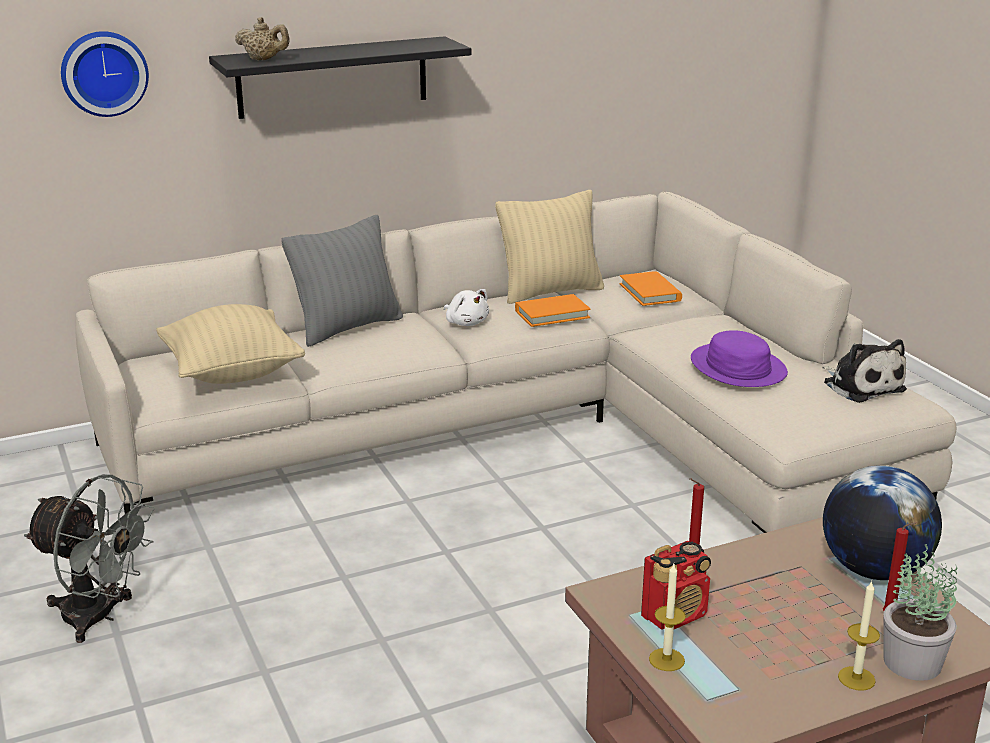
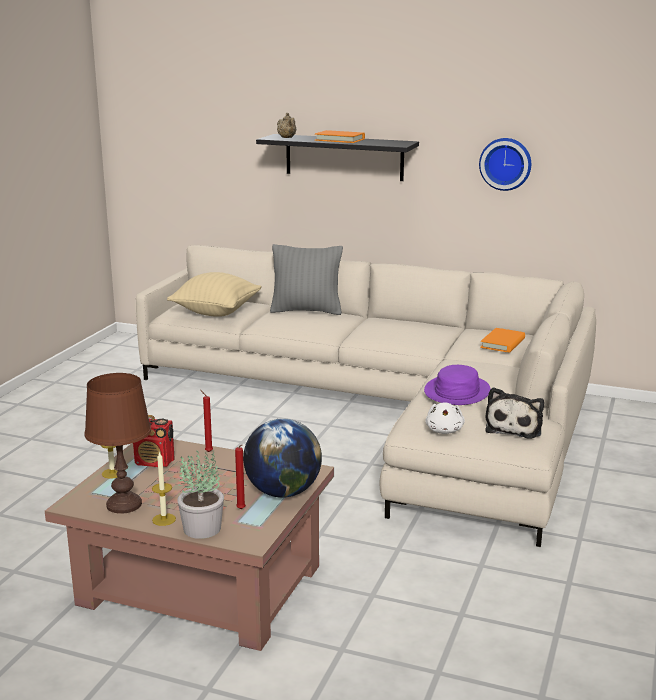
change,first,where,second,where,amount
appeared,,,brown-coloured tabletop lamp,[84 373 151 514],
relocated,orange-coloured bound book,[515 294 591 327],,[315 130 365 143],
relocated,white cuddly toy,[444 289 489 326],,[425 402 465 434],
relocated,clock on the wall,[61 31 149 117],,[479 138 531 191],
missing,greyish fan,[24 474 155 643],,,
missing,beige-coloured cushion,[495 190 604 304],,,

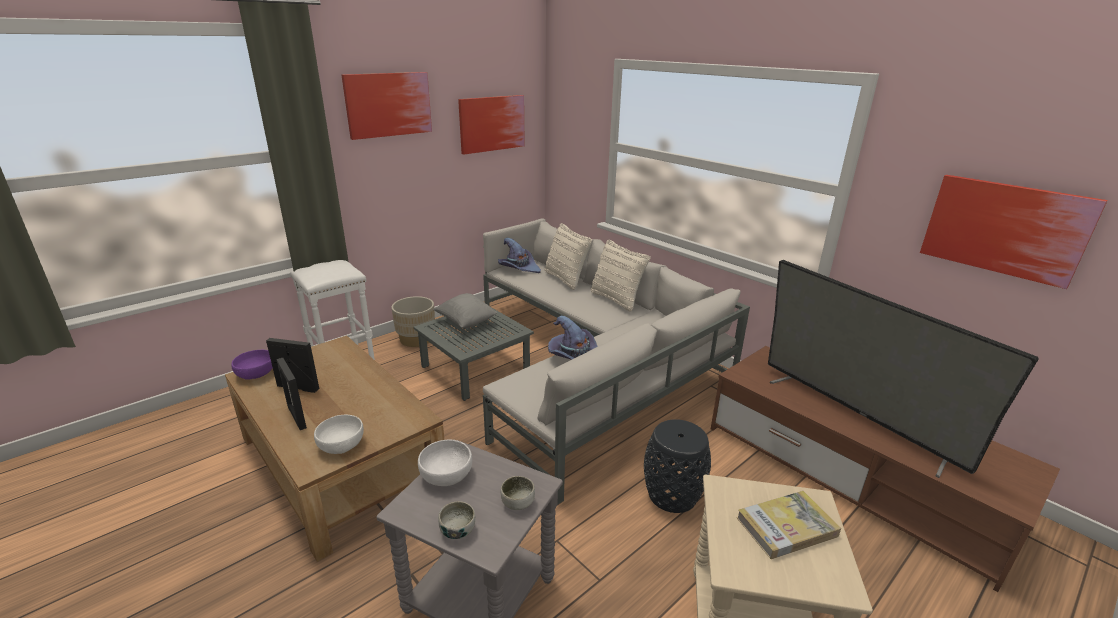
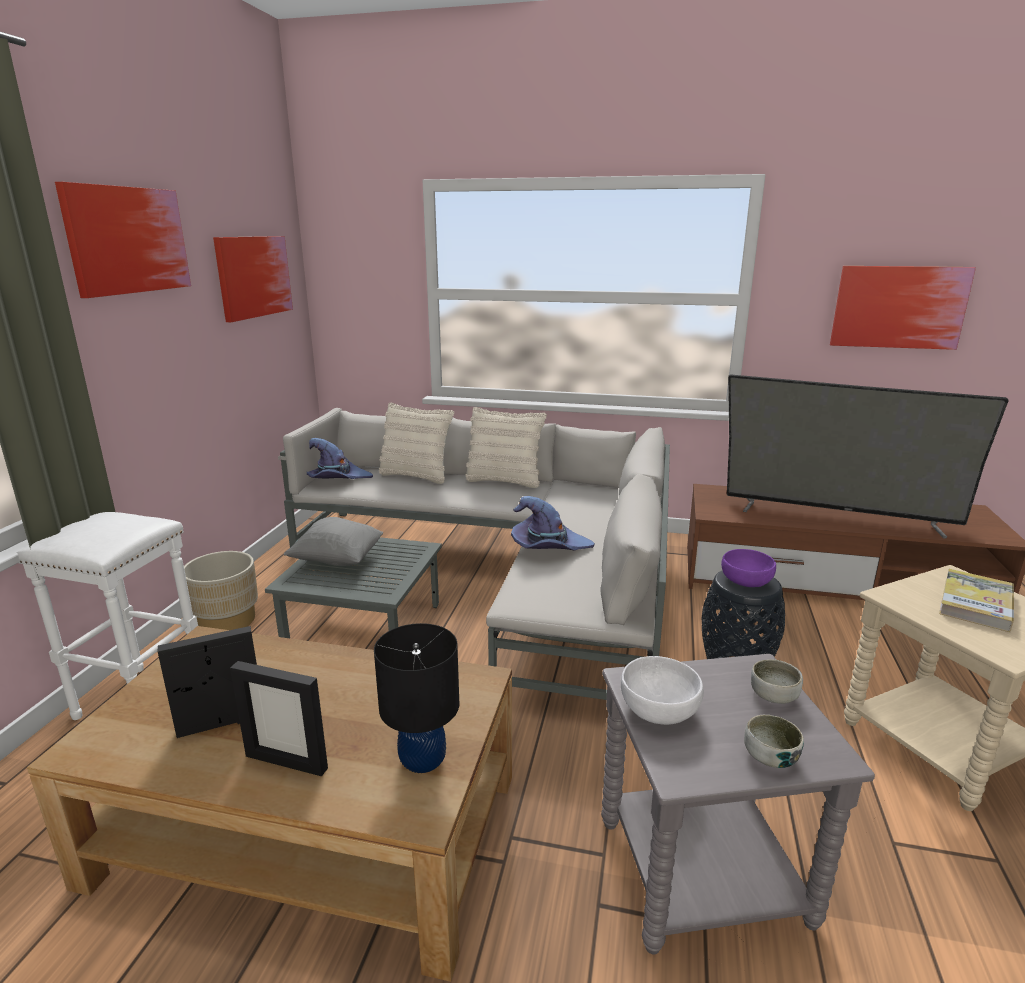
change,first,where,second,where,amount
exchanged,white deep dish,[314 415 364 454],black-coloured tabletop lamp,[374 623 459 773],
relocated,purple-coloured deep dish,[231 350 273 380],,[721 549 776 587],

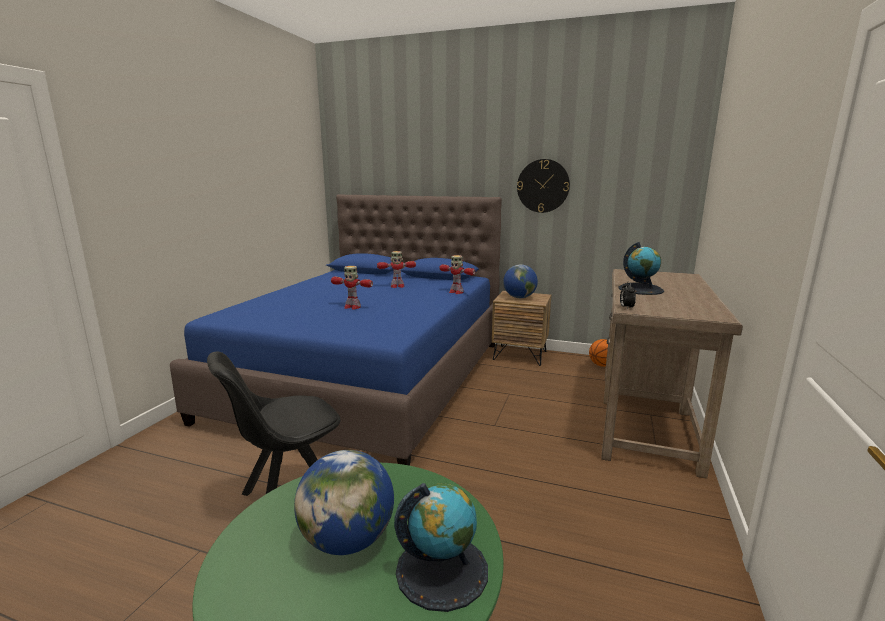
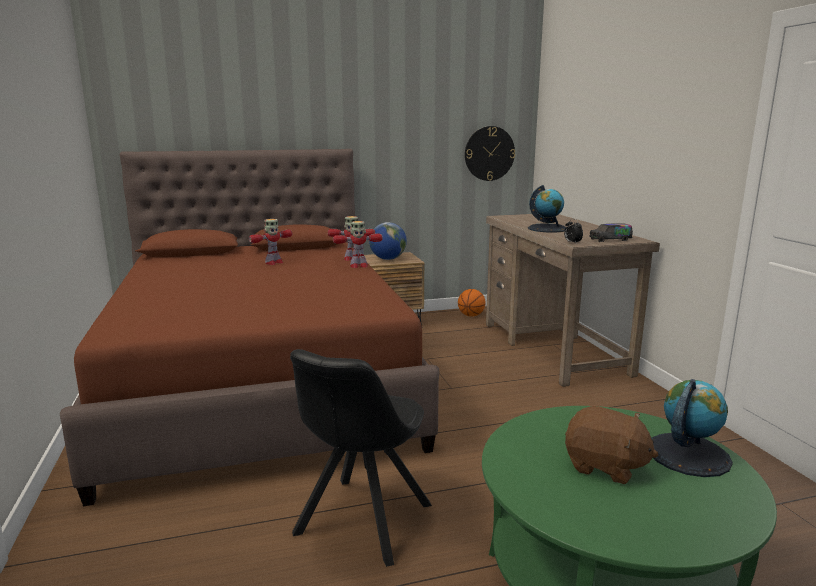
change,first,where,second,where,amount
colour,bluish bedroom bed,[170 194 502 466],brown-coloured bedroom bed,[60 149 439 506],
relocated,model robot,[331 266 373 310],,[333 221 382 268],
relocated,clock on the wall,[517 159 570 213],,[465 126 515 181],
exchanged,desk globe,[294 450 394 555],brown-coloured cuddly toy,[565 406 658 484],
appeared,,,toy lorry,[589 223 633 242],

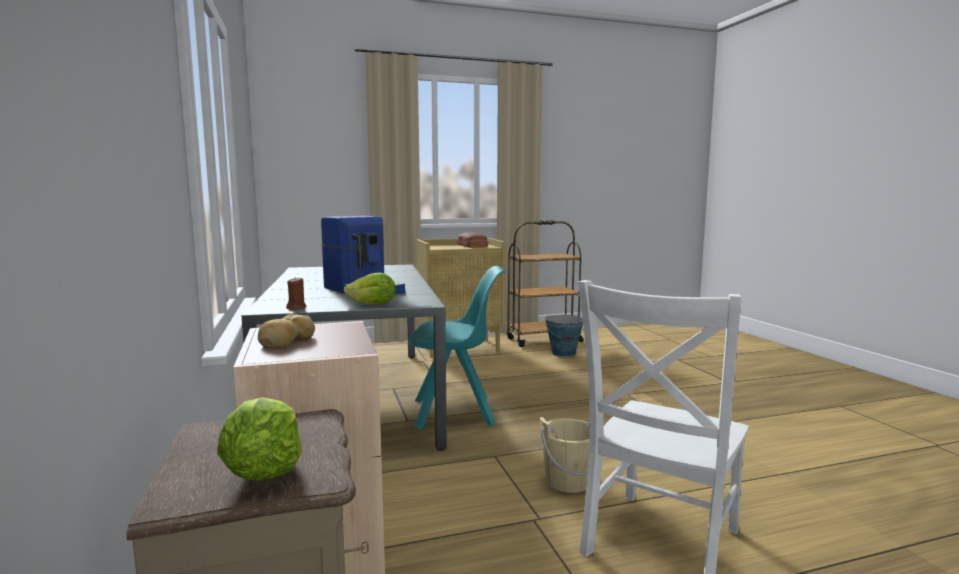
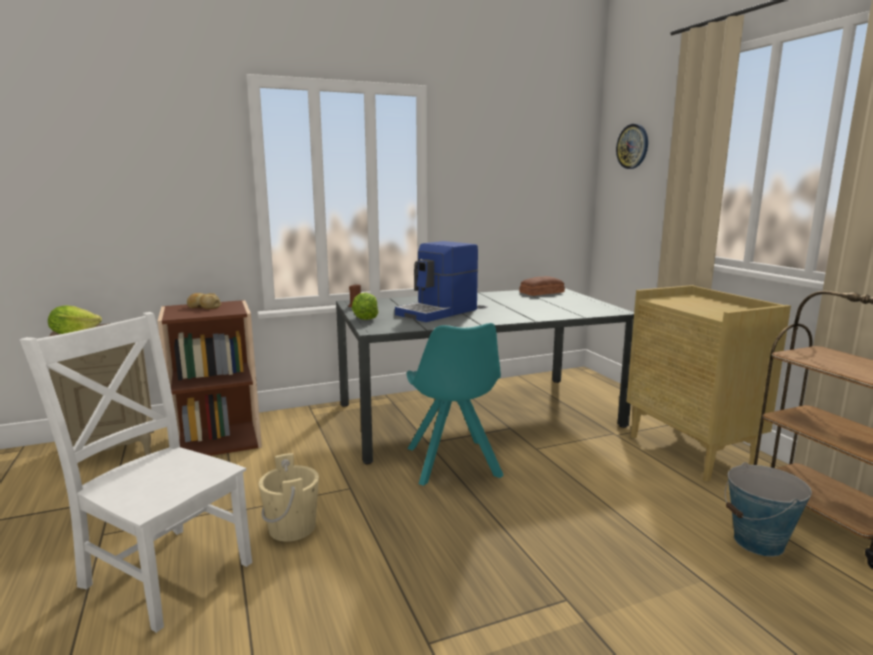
change,first,where,second,where,amount
relocated,bread,[457 232 488 248],,[519 276 565 296],
appeared,,,clock on the wall,[616 124 648 169],

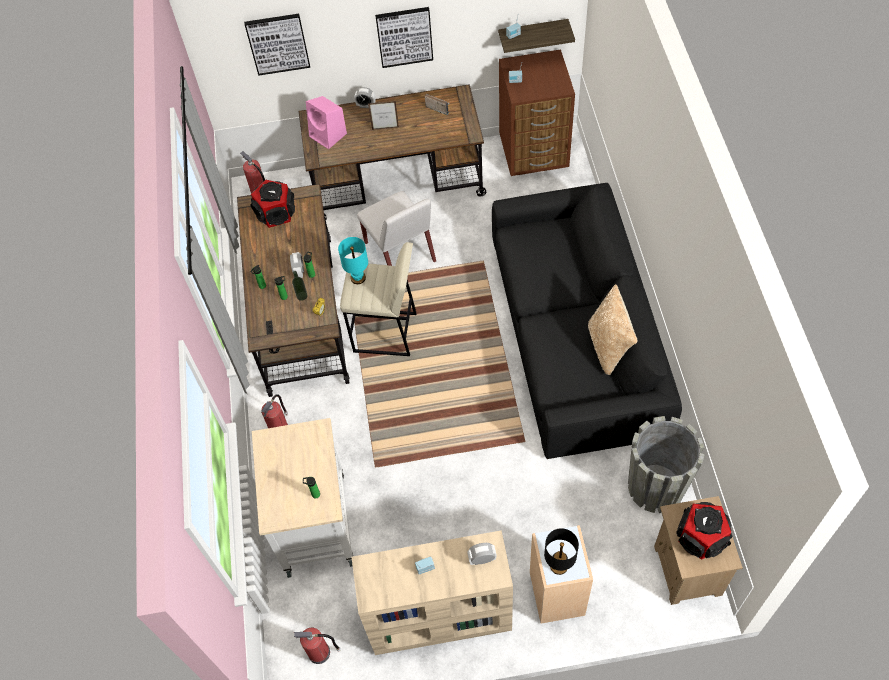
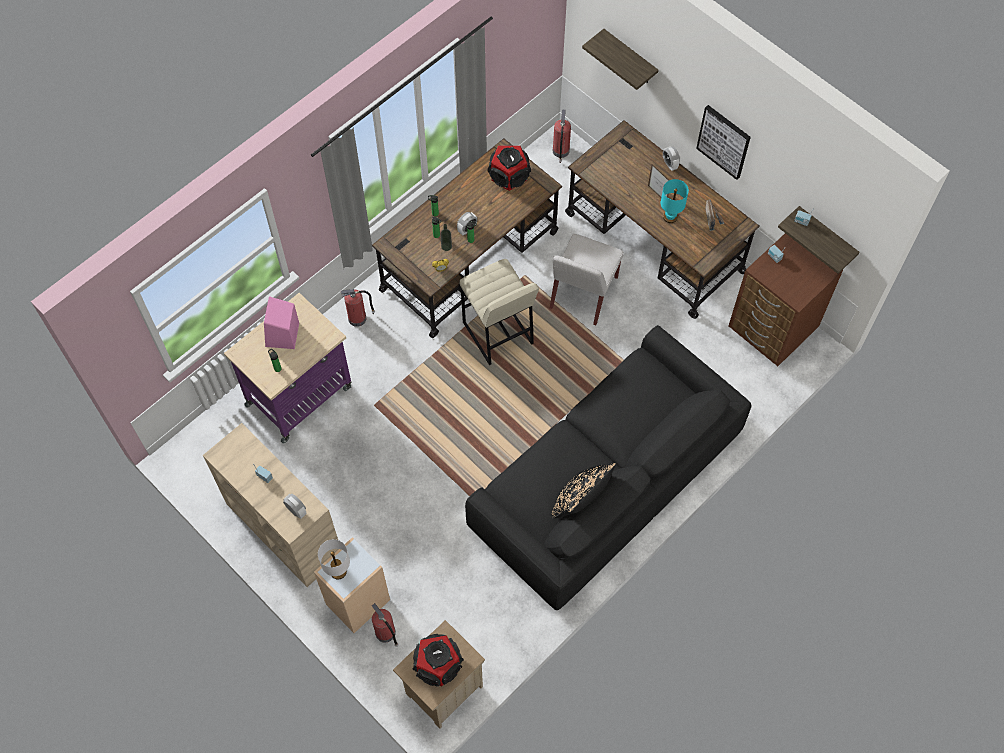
change,first,where,second,where,amount
colour,white cart,[252 418 353 578],purple-coloured cart,[224 293 352 444],
relocated,pink speaker,[306 96 347 149],,[264 296 299 349],
colour,black-coloured tabletop lamp,[544 528 579 575],white tabletop lamp,[318 539 350 580],
relocated,extinguisher,[294 628 341 664],,[371 603 399 647],
colour,beige-coloured cushion,[588 284 638 375],black-coloured cushion,[552 463 616 519],
exchanged,wall art,[244 14 310 76],wall shelf,[582 29 659 90],
relocated,blue-green tabletop lamp,[338 237 368 284],,[661 179 689 223],
missing,greyish plant pot,[628 416 705 513],,,

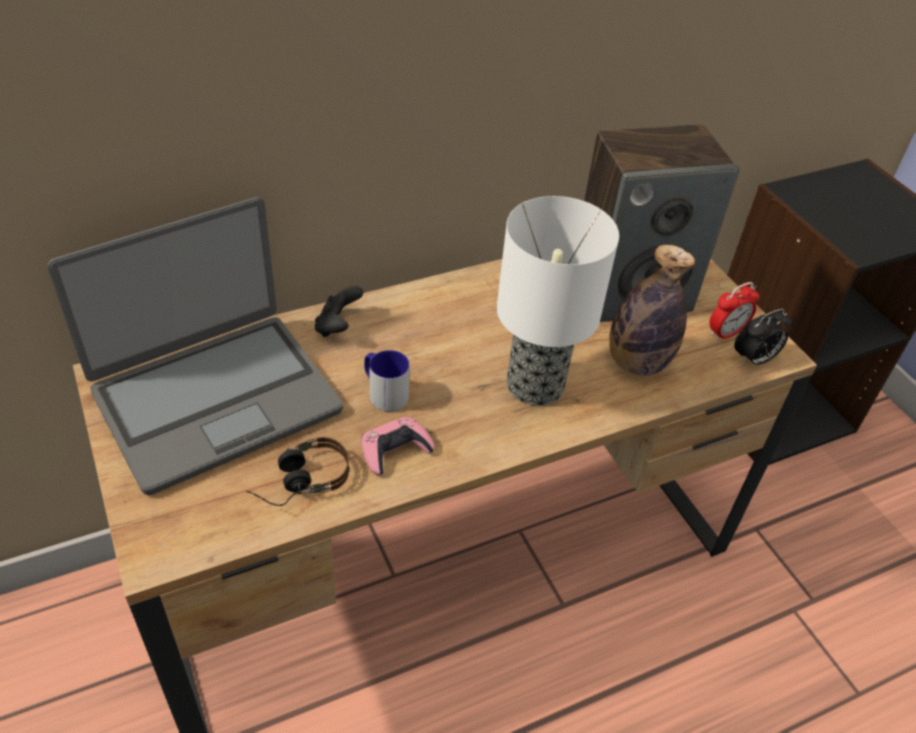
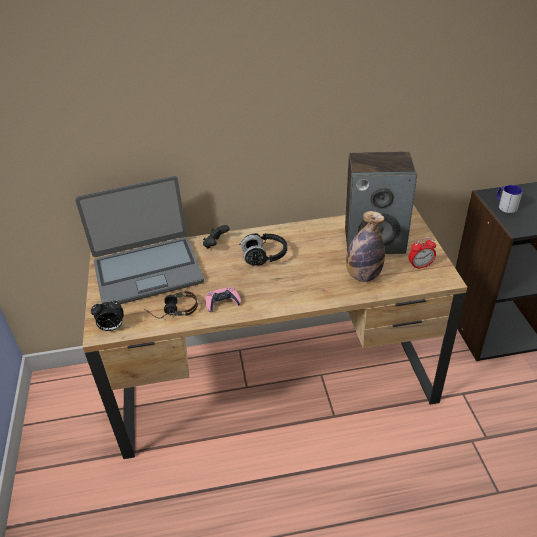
change,first,where,second,where,amount
relocated,alarm clock,[734 309 792 366],,[91 300 124 331],
appeared,,,black-coloured pair of headphones,[239 233 287 266],
relocated,mug,[364 350 410 412],,[497 185 523 213],
missing,tabletop lamp,[497 196 619 406],,,

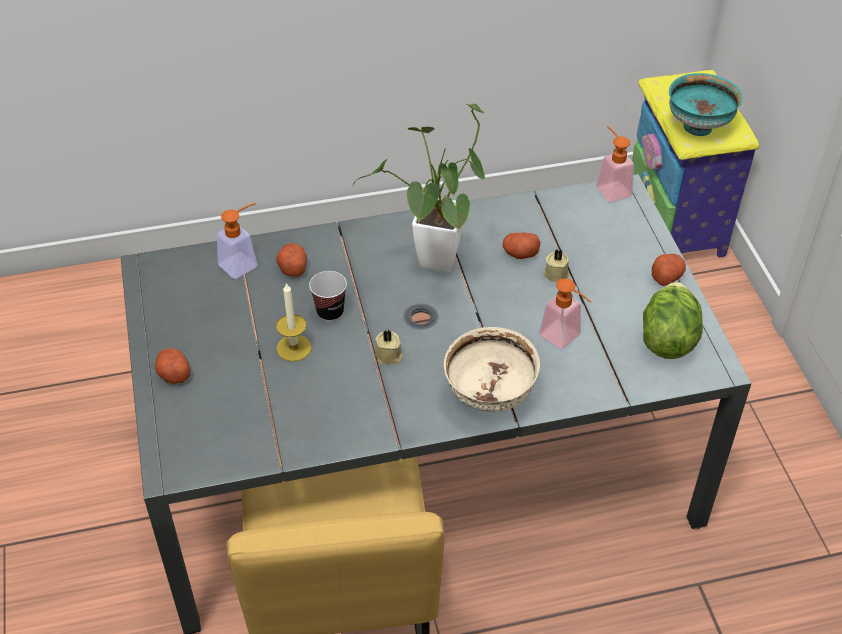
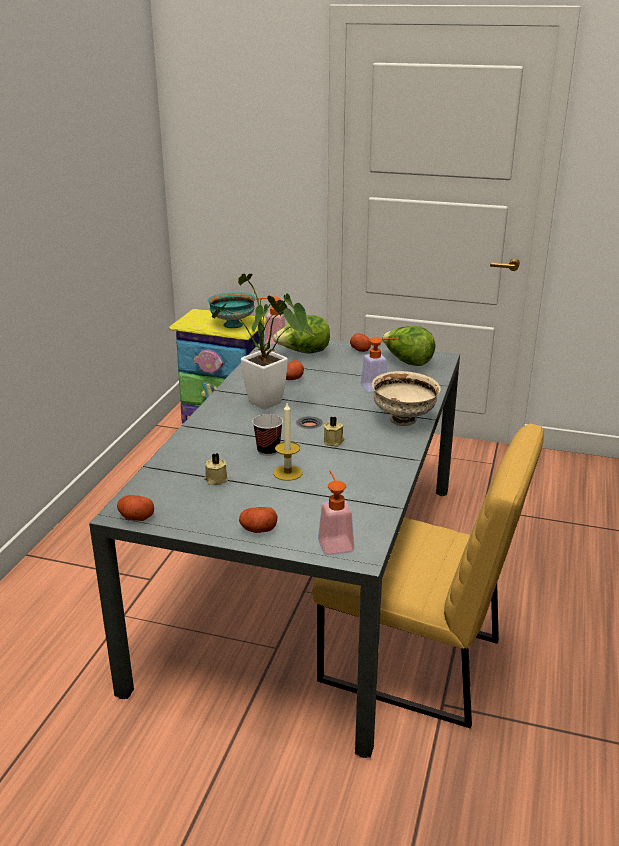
change,first,where,second,where,amount
relocated,potato,[276 243 307 277],,[117 495 154 521],
relocated,beige-coloured wax light,[543 249 569 282],,[204 453 228 485],
appeared,,,lettuce,[273 315 330 353],
relocated,soap bottle,[217 203 258 279],,[318 471 354 555],

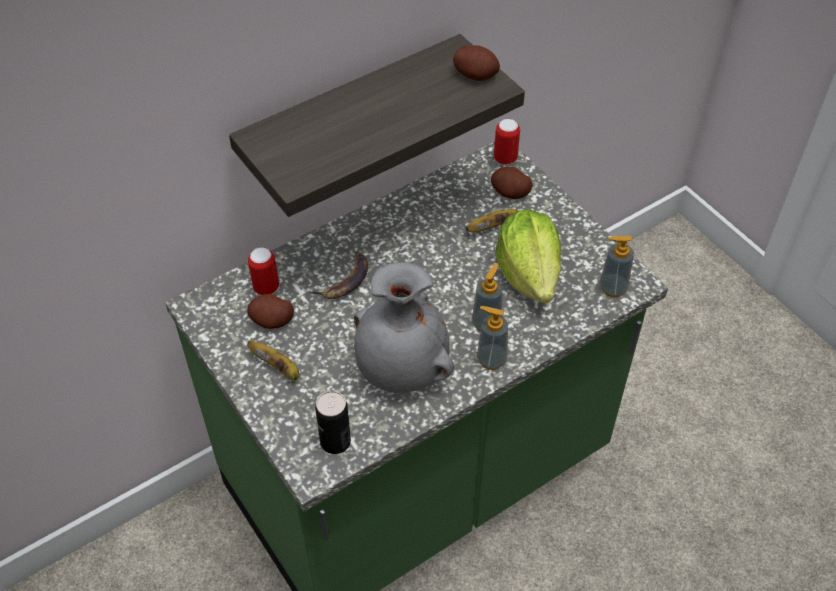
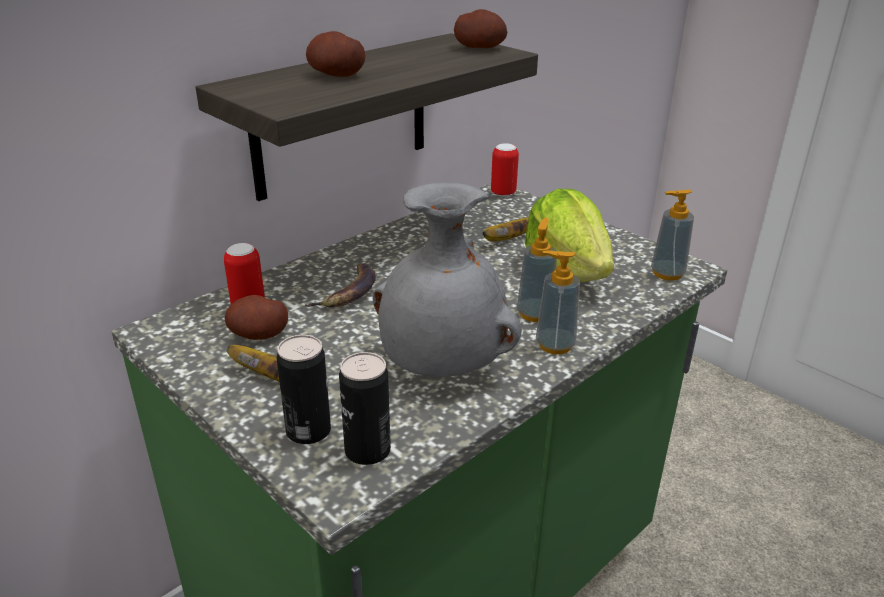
change,first,where,second,where,amount
appeared,,,metal can,[277 335 331 444],
relocated,potato,[491 167 533 199],,[306 31 366 77],

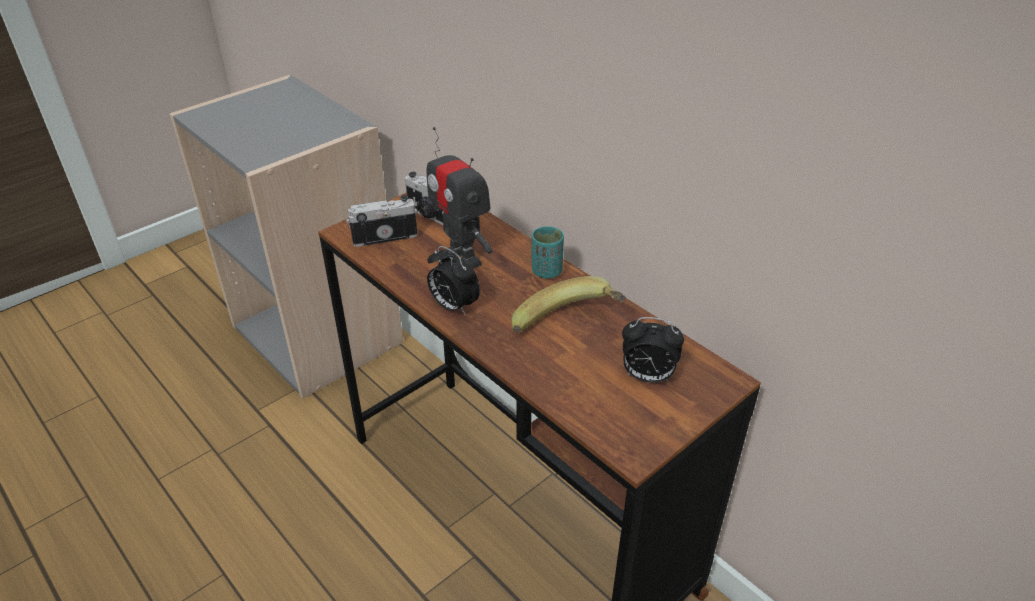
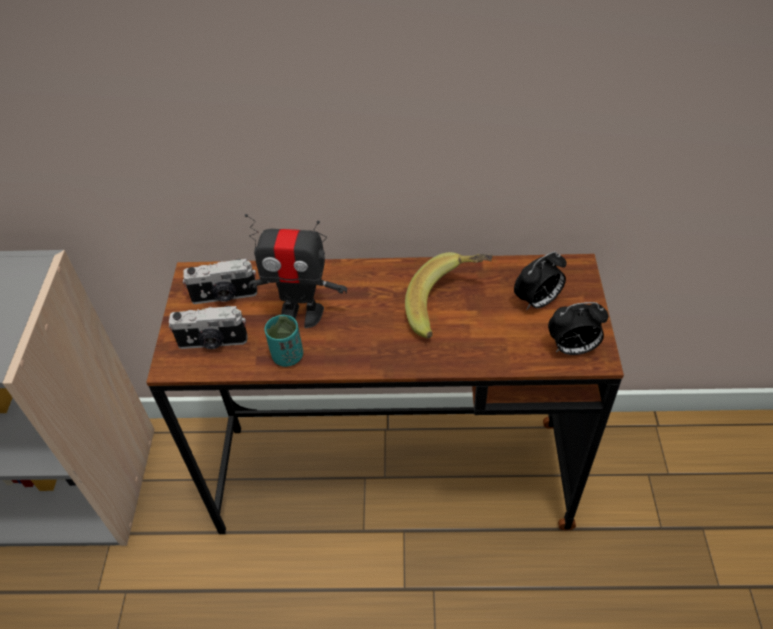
change,first,where,second,where,amount
spun,still camera,[346 195 418 247],,[169 306 248 349],120 degrees counterclockwise
relocated,blue-green drinking cup,[532 226 564 279],,[265 315 303 367],
relocated,alarm clock,[427 246 480 316],,[548 302 608 355],

